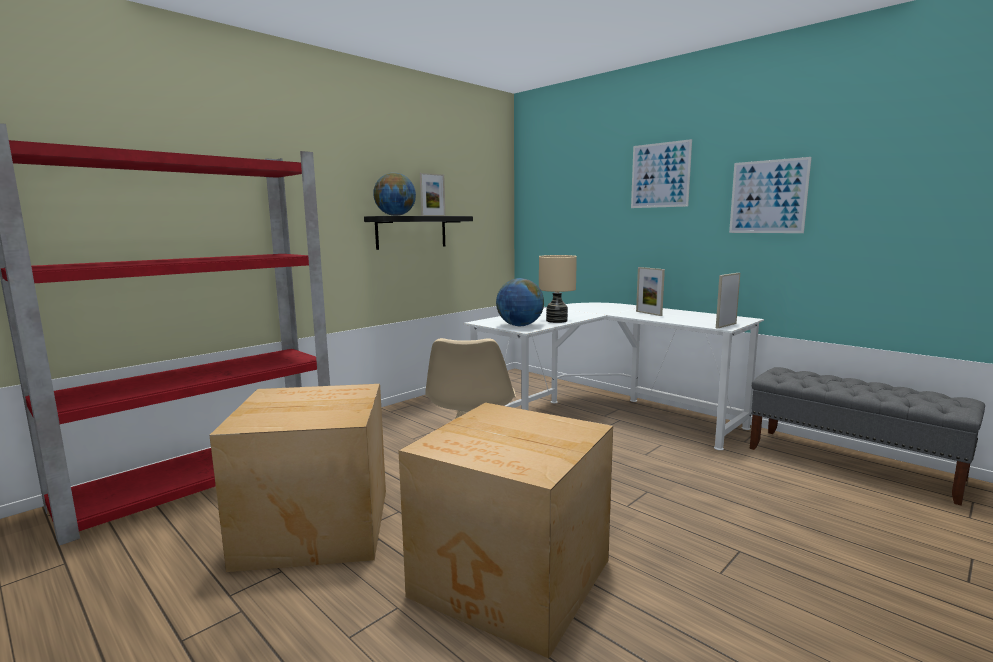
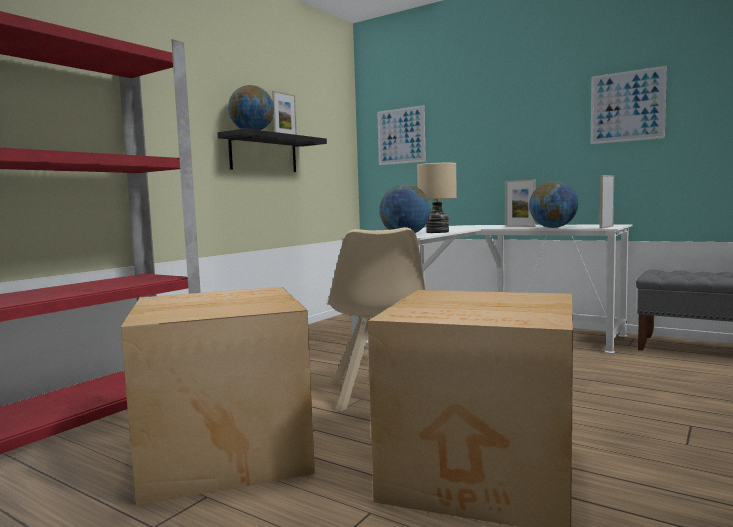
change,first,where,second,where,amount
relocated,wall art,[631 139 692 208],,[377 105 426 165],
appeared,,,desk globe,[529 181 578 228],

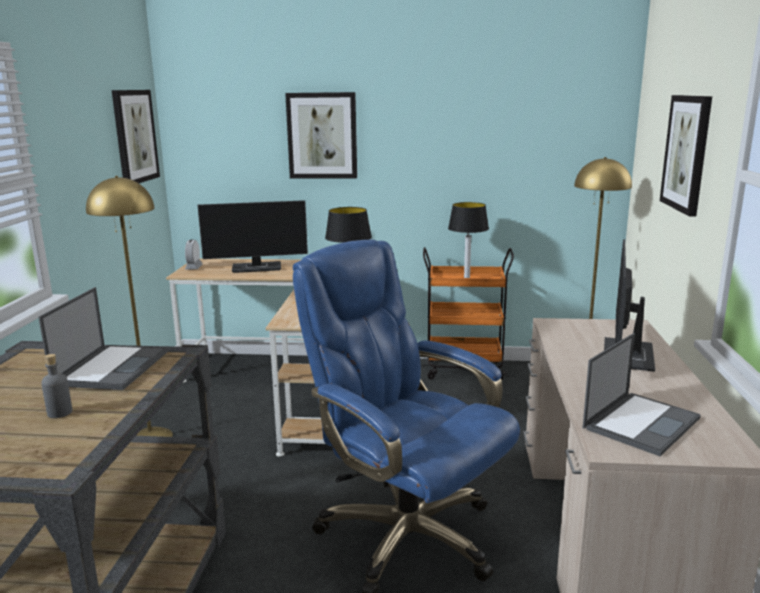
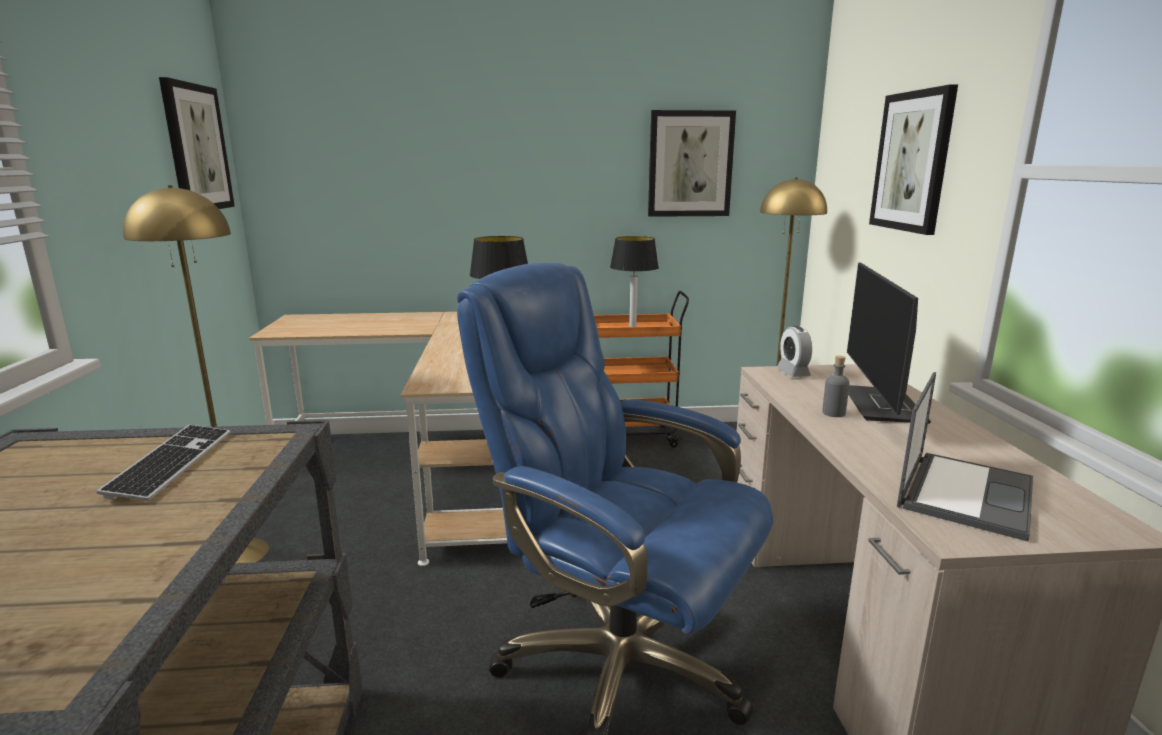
change,first,where,second,where,amount
exchanged,notebook computer,[38 287 168 390],PC keyboard,[96 425 231 501],
relocated,wall art,[285 92 357 179],,[648 110 736 217],
relocated,alarm clock,[185 239 202 269],,[777 326 812 377],
relocated,greyish beverage bottle,[41 354 72 418],,[822 356 850 417],
missing,computer screen,[198 200 308 273],,,

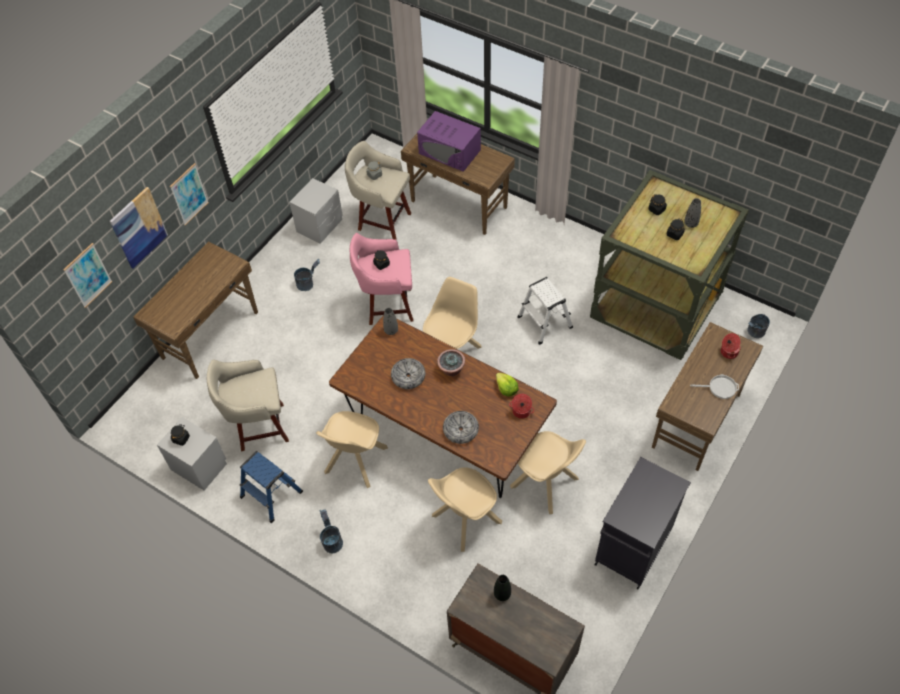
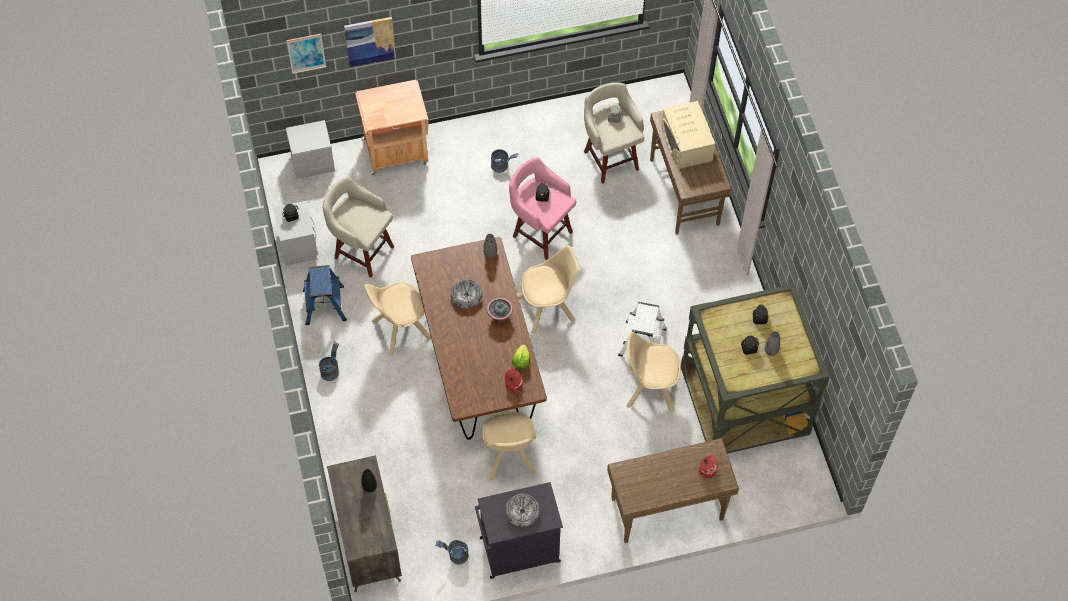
change,first,where,second,where,amount
relocated,greyish bedside table,[289 178 343 244],,[286 120 335 179],
exchanged,brown-coloured console table,[133 241 258 379],brown-coloured cart,[355 80 428 176],
relocated,greyish pail,[747 314 770 338],,[435 540 469 564],
relocated,deep dish,[443 411 479 444],,[505 494 540 527],
relocated,beige-coloured plain chair,[428 467 502 552],,[626 331 681 412],
colour,purple-coloured kitchen microwave,[417 111 481 172],beige-coloured kitchen microwave,[662 101 715 169],
missing,wall art,[170 163 209 226],,,
missing,pan,[690 374 739 399],,,

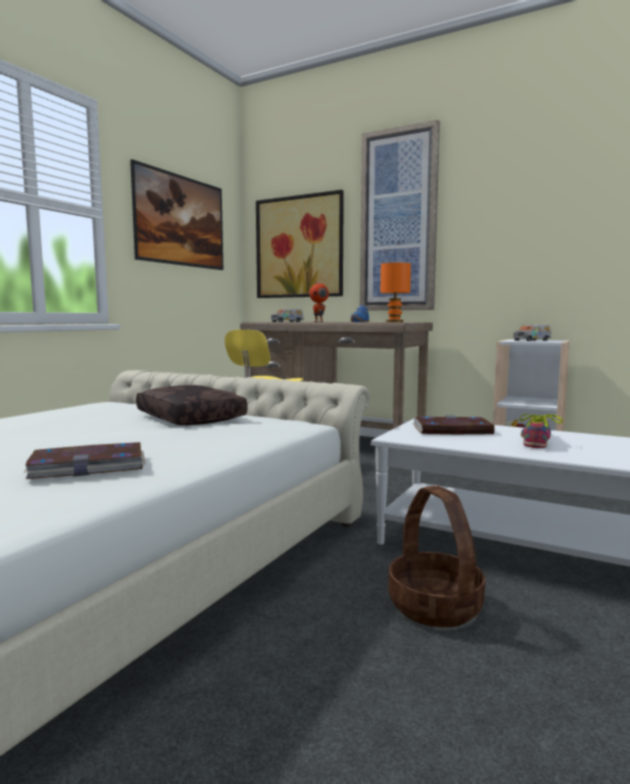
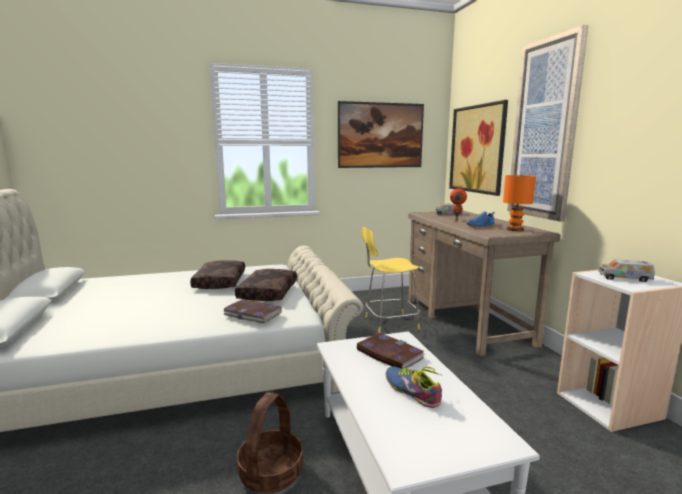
change,first,where,second,where,amount
appeared,,,brown-coloured cushion,[190 260 245 289],
relocated,bound book,[23 442 146 479],,[223 299 282 323],
spun,shoe,[519 414 563 448],,[386 366 443 408],105 degrees counterclockwise

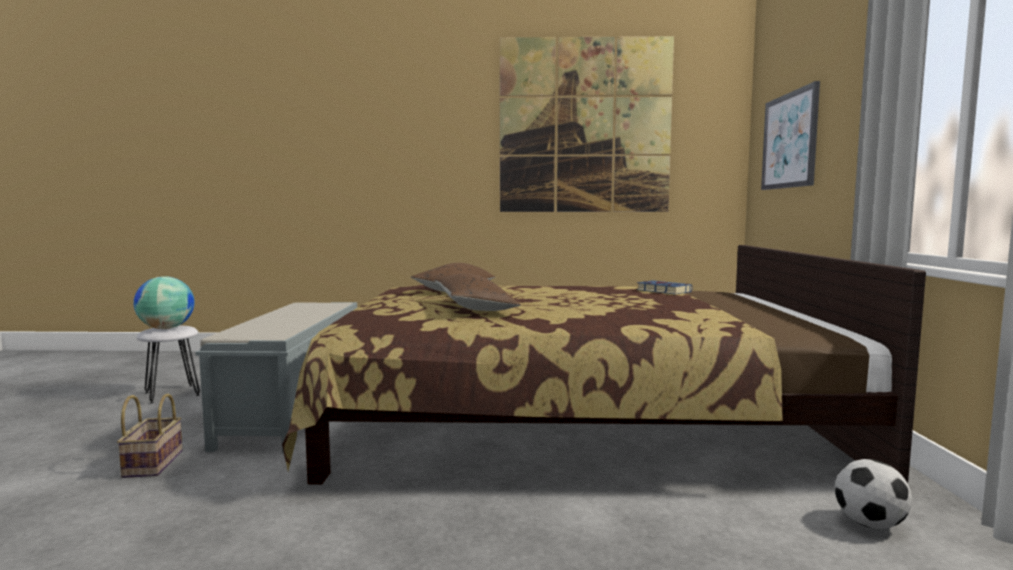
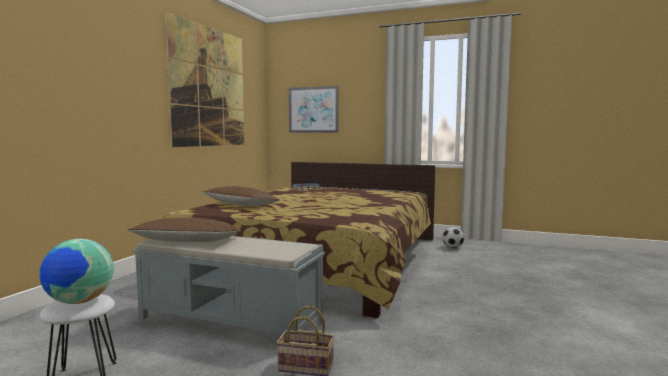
change,first,where,second,where,amount
relocated,brown-coloured cushion,[434 273 521 311],,[127 218 241 242],

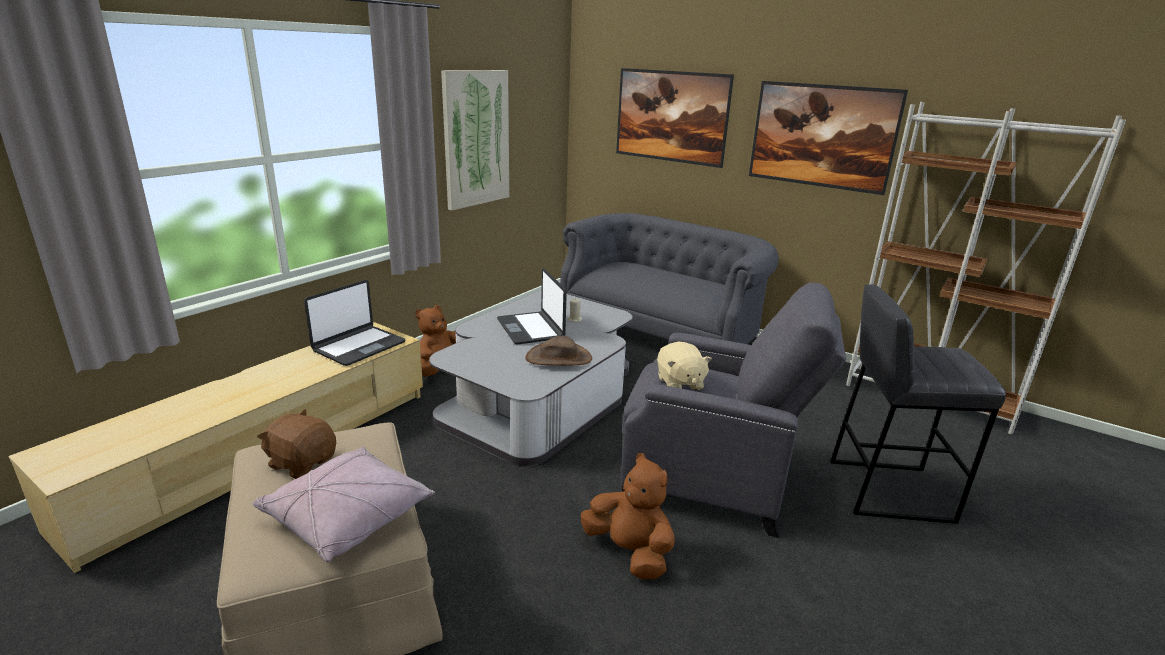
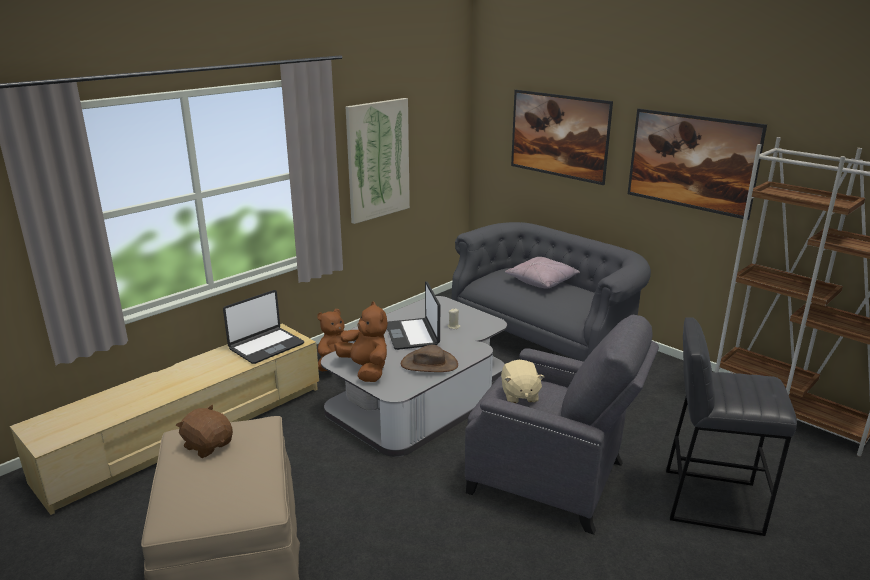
change,first,where,second,where,amount
relocated,brown-coloured cuddly toy,[581 453 675 579],,[334 301 388 382],
relocated,purple-coloured cushion,[252 446 435 562],,[505 257 580 289],

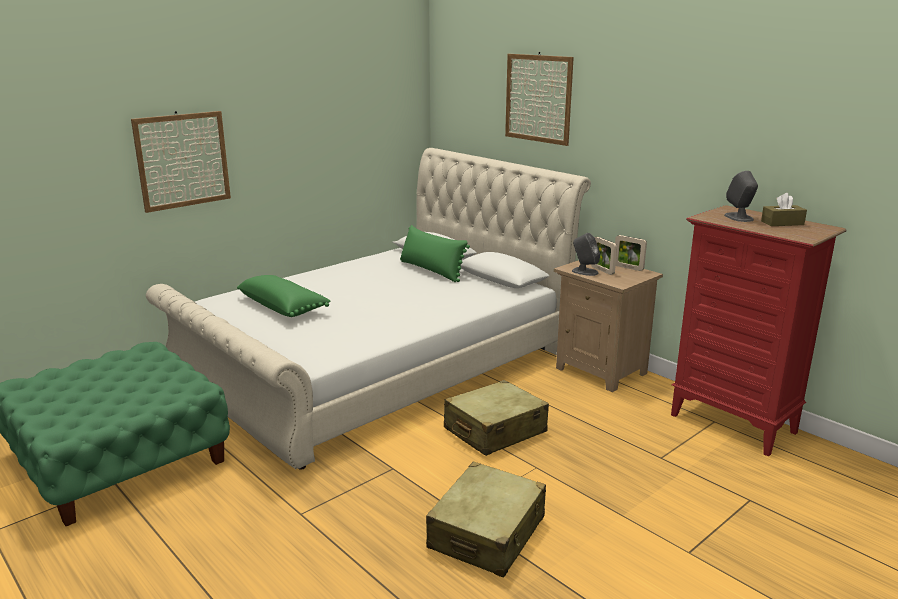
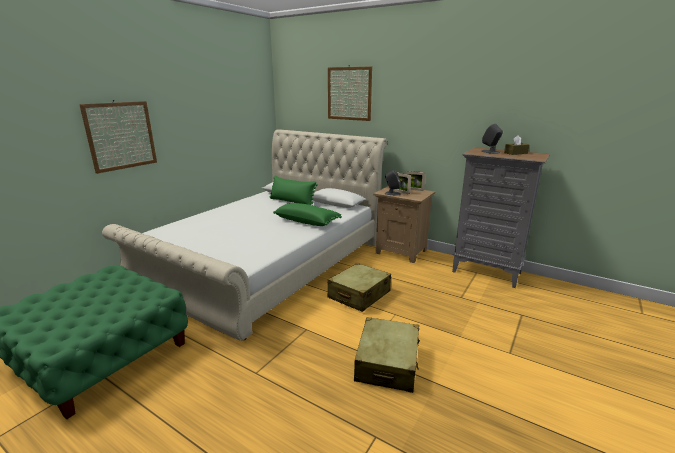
change,first,where,second,where,amount
relocated,green cushion,[237 275 330 317],,[273 203 342 226],
colour,red dresser,[671 205 847 457],greyish dresser,[452 147 550 288],

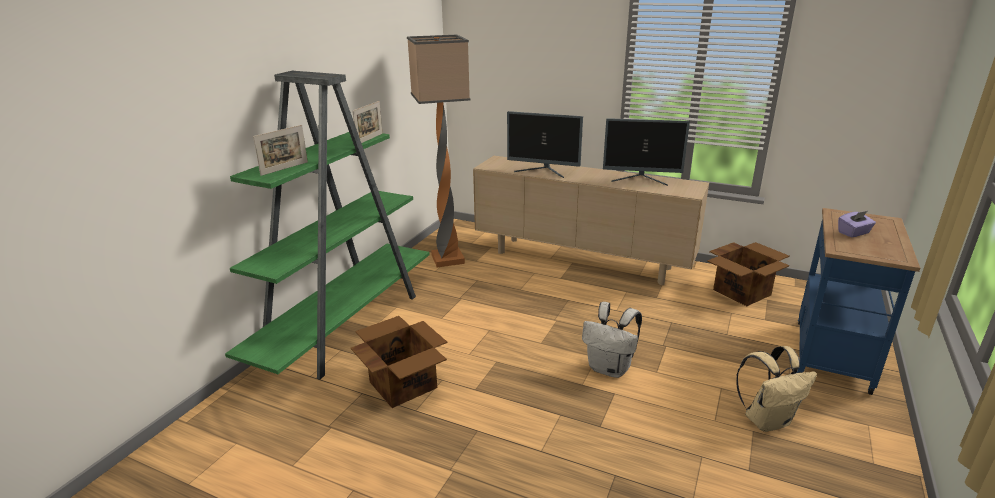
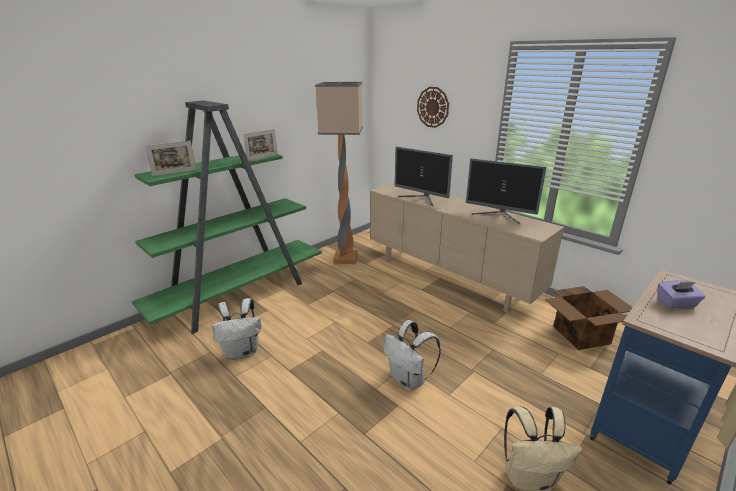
change,first,where,second,where,amount
exchanged,cardboard box,[351 316 448 408],white backpack,[212 298 261 360],
appeared,,,clock on the wall,[417 87 449 128],

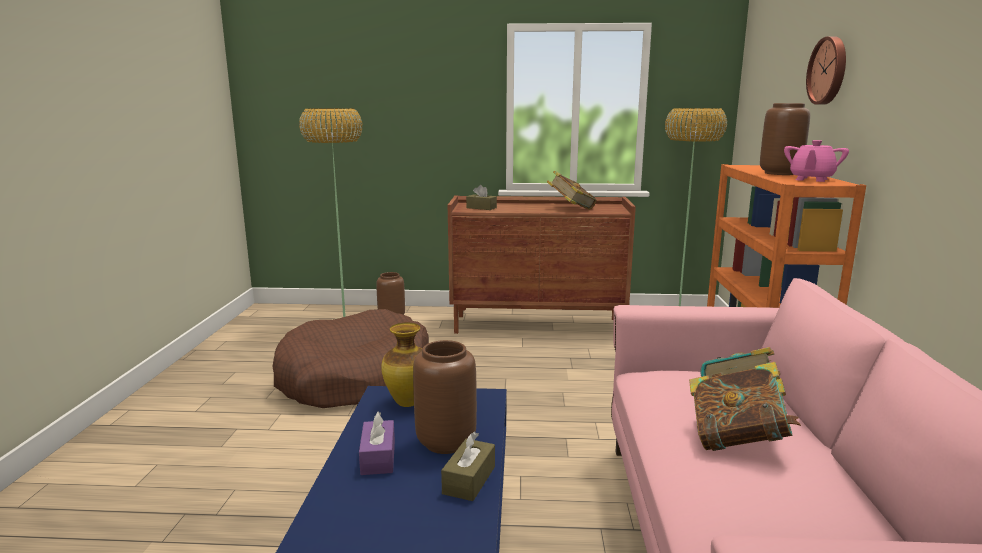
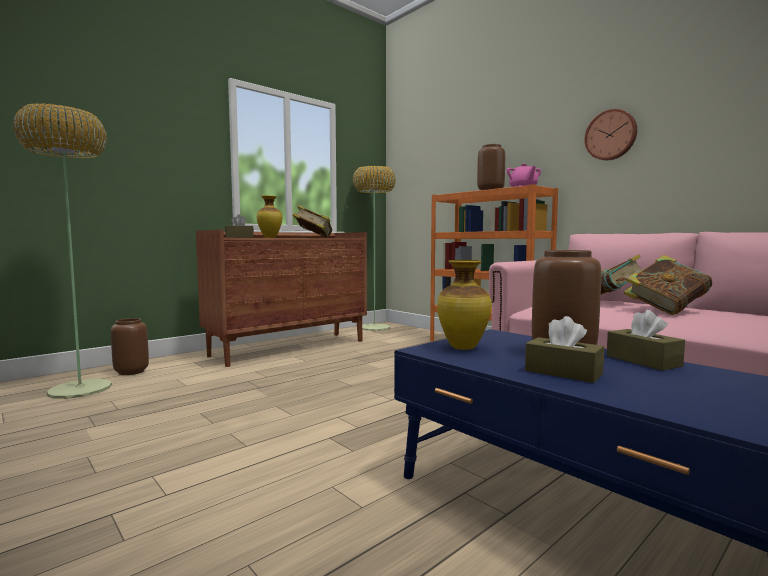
change,first,where,second,where,amount
appeared,,,decorative vase,[257 195 282 238],
colour,purple-coloured tissue box,[359 412 395 475],brown-coloured tissue box,[525 316 604 383],
relocated,clock on the wall,[806 36 846 105],,[584 109 637 160],
missing,brown-coloured dog bed,[273 309 429 408],,,

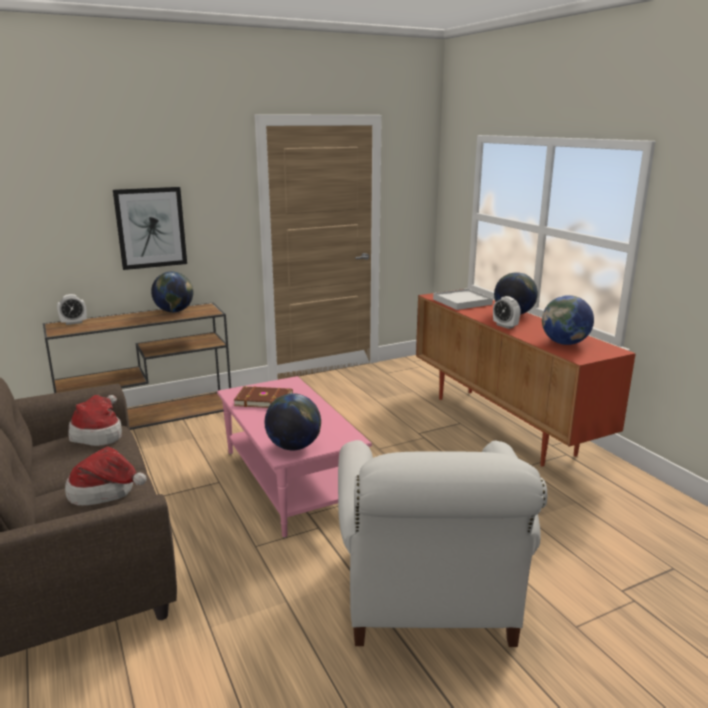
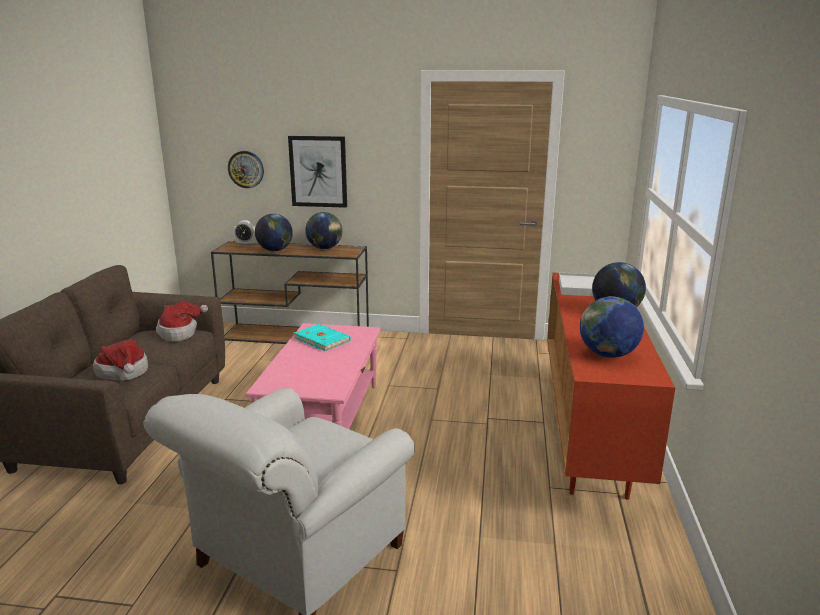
change,first,where,second,where,amount
appeared,,,clock on the wall,[228 151 264 188],
relocated,desk globe,[265 393 321 450],,[255 214 293 251],
colour,brown-coloured bound book,[234 386 293 408],blue-green bound book,[294 324 351 351],
missing,alarm clock,[493 296 520 329],,,

